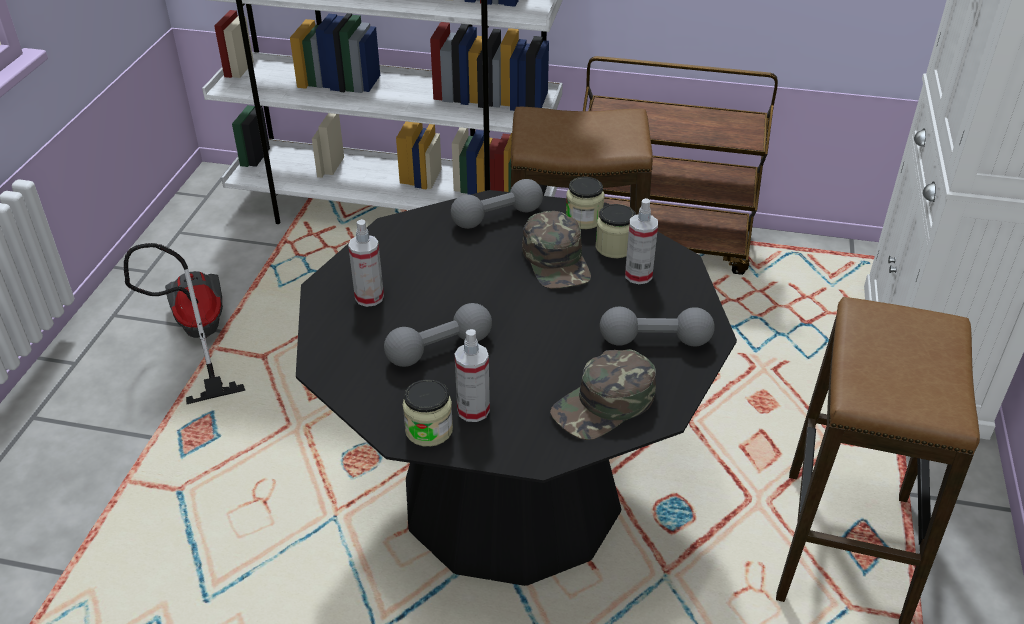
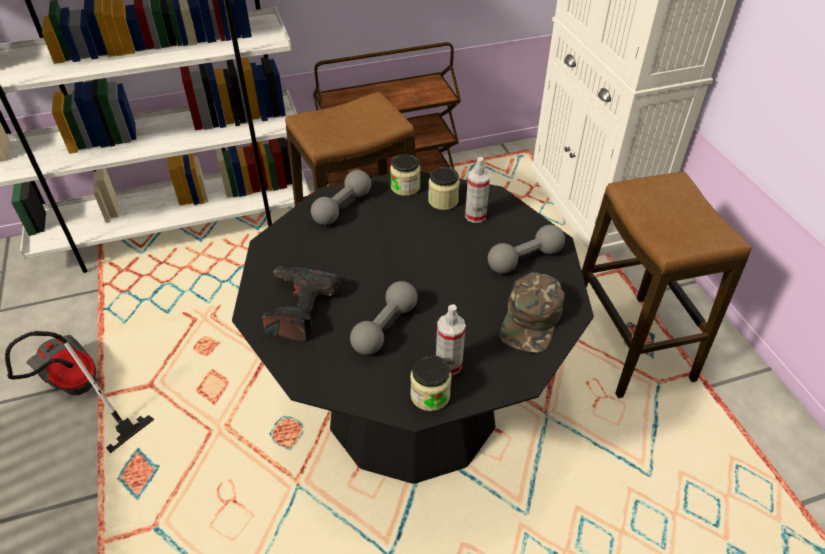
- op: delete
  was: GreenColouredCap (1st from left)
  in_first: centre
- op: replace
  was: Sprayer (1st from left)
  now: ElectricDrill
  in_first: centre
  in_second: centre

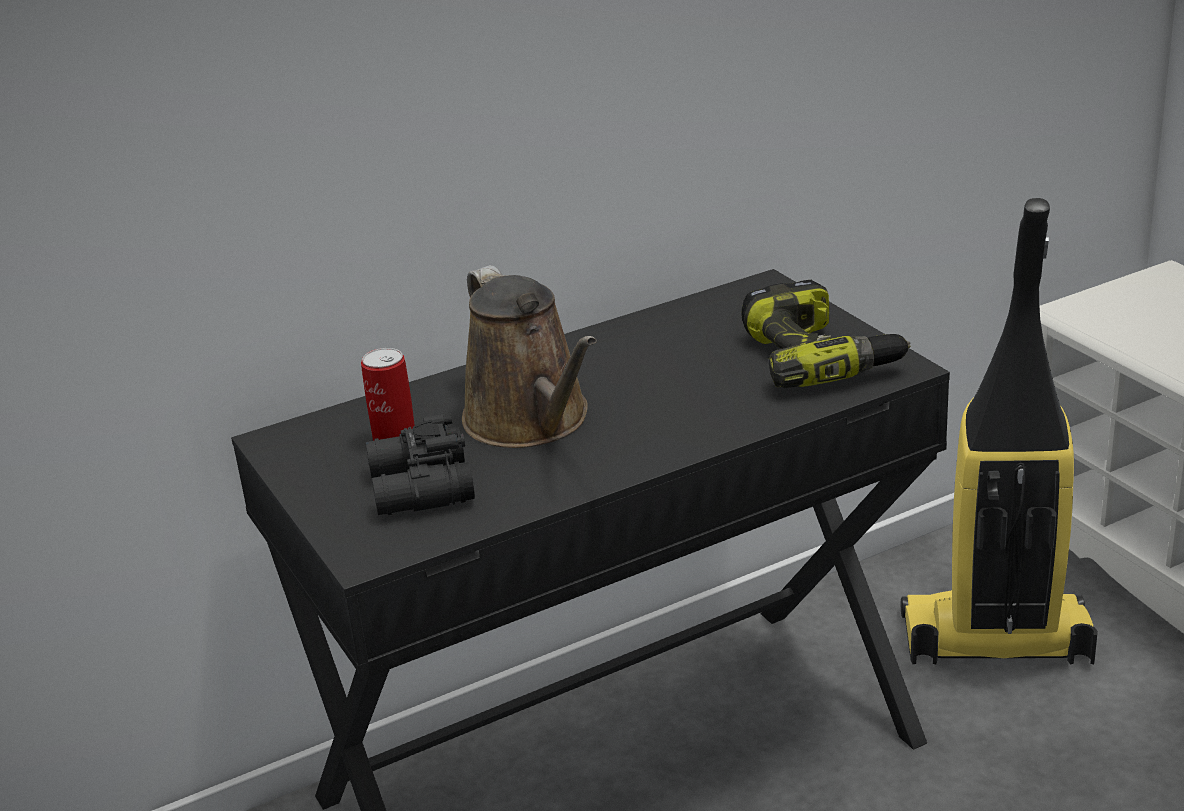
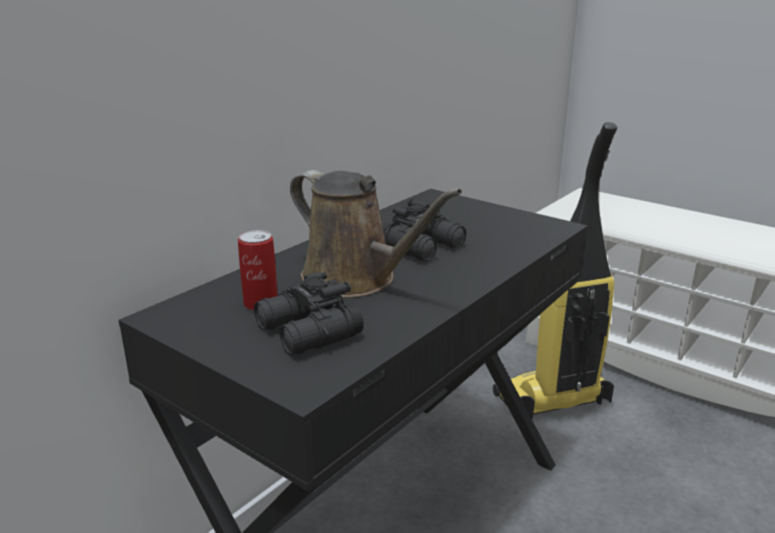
- op: delete
  was: ElectricDrill
  in_first: middle right
- op: insert
  now: BlackBinoculars (2nd from left)
  in_second: centre

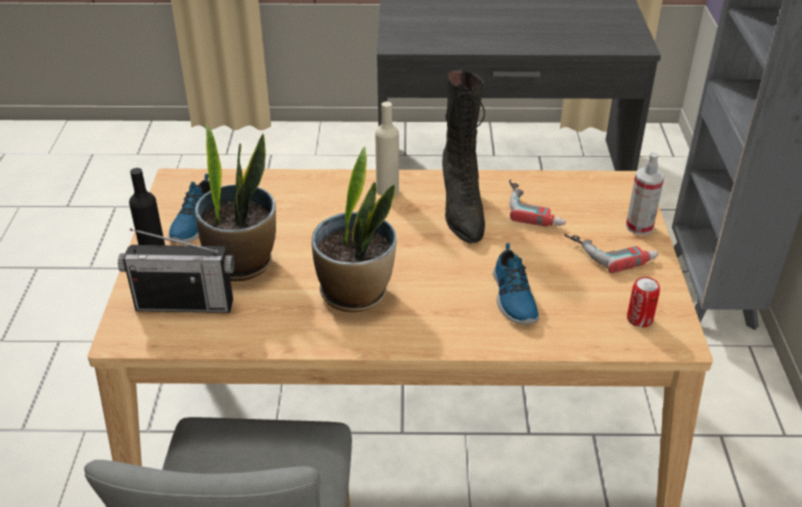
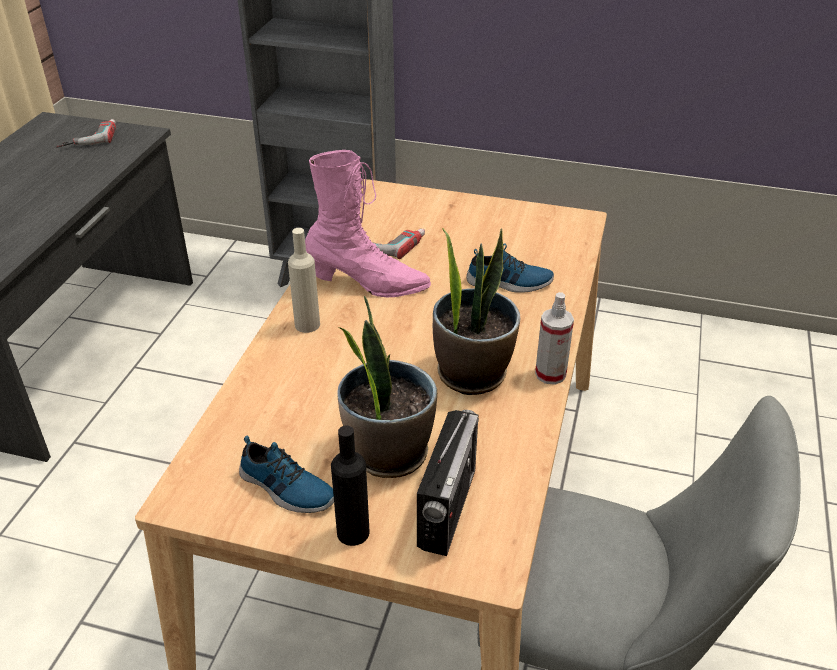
- op: delete
  was: MetalCan
  in_first: middle right
- op: move
  was: ElectricDrill (2nd from left in the first image)
  now: ElectricDrill (1st from left)
  in_first: middle right
  in_second: top left
- op: move
  was: Sprayer
  in_first: middle right
  in_second: centre
- op: recolor
  was: BlackTallBoot
  now: PinkTallBoot
  in_first: top centre
  in_second: top centre

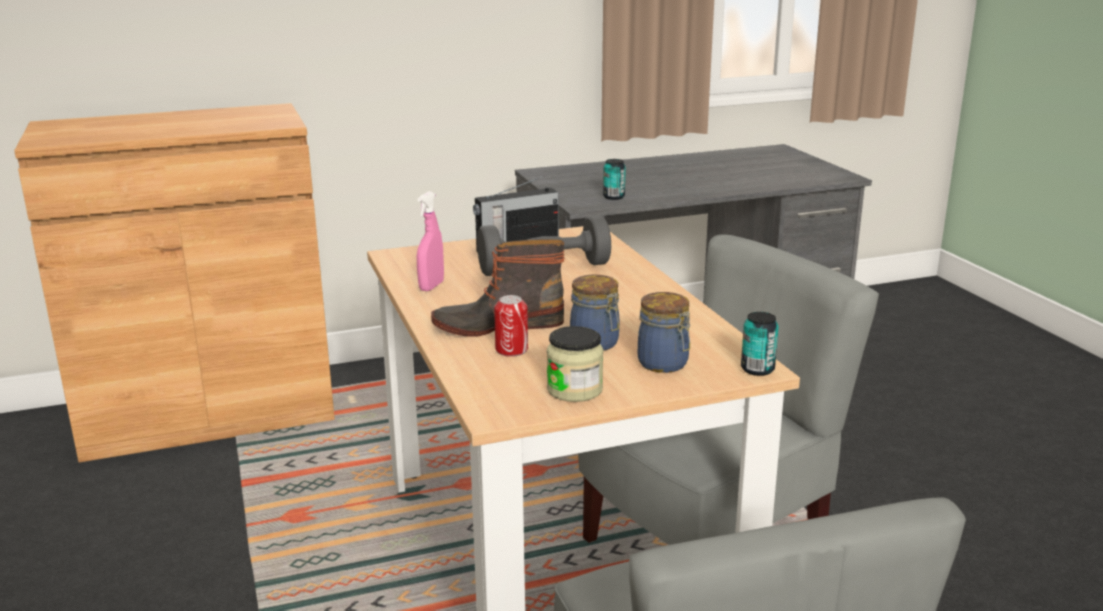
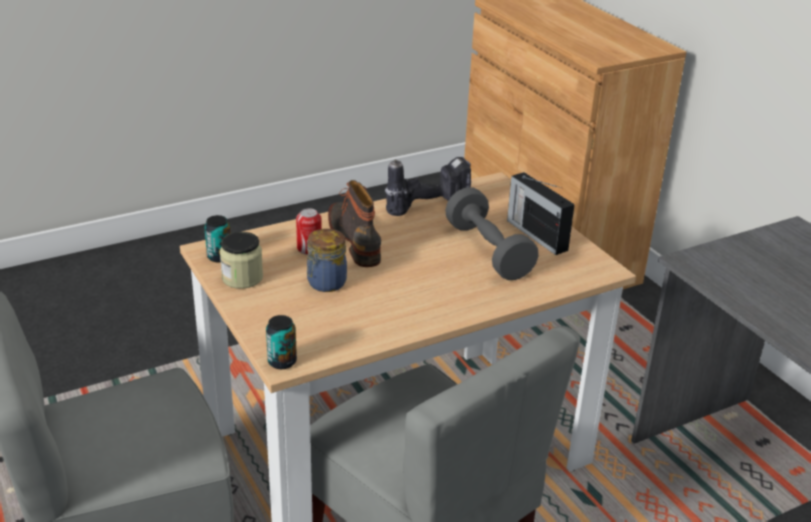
- op: delete
  was: PreserveJar (3rd from left)
  in_first: centre
- op: move
  was: MetalCan (2nd from left in the first image)
  now: MetalCan (1st from left)
  in_first: top centre
  in_second: middle left
- op: replace
  was: PinkSprayer
  now: ElectricDrill
  in_first: centre
  in_second: centre

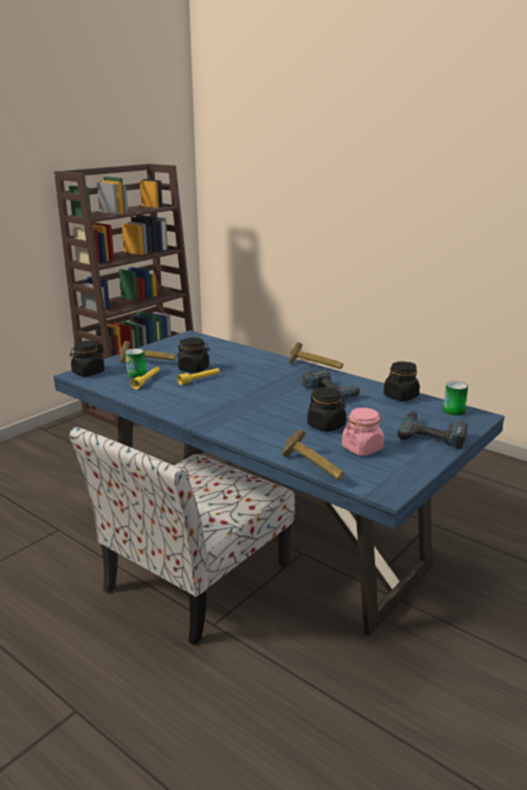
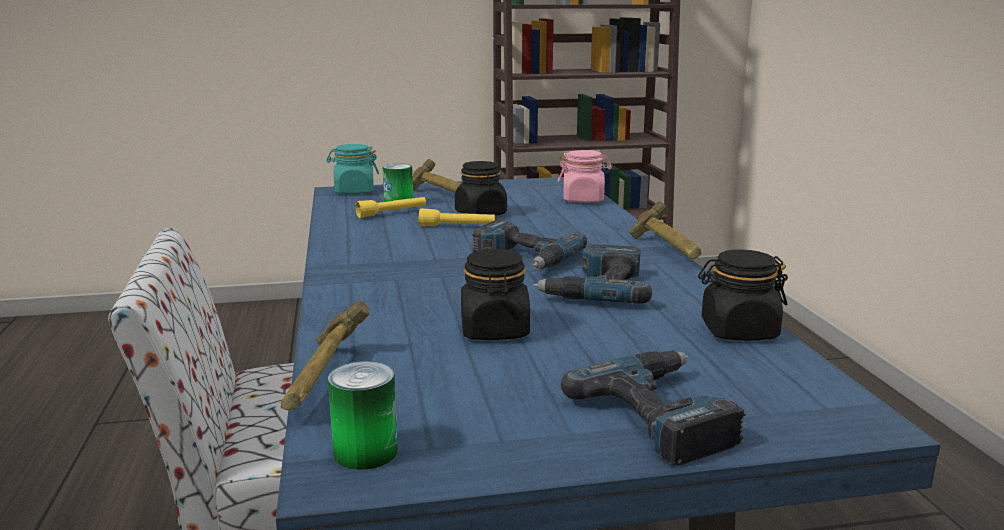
- op: insert
  now: ElectricDrill (1st from left)
  in_second: centre
- op: move
  was: PinkPreserveJar
  in_first: middle right
  in_second: top centre
- op: move
  was: MetalCan (2nd from left in the first image)
  now: MetalCan (1st from left)
  in_first: middle right
  in_second: bottom centre
- op: recolor
  was: BlackPreserveJar (1st from left)
  now: TurquoisePreserveJar
  in_first: middle left
  in_second: top centre

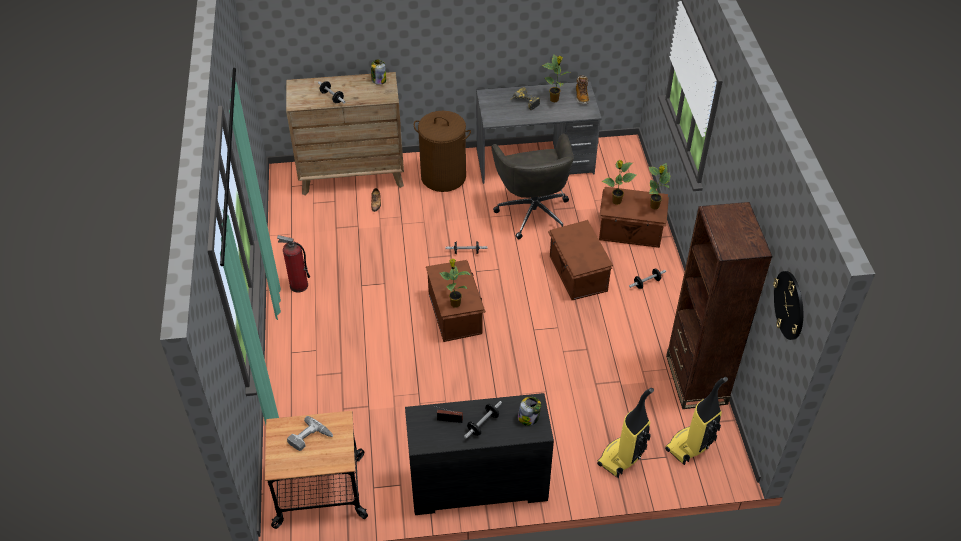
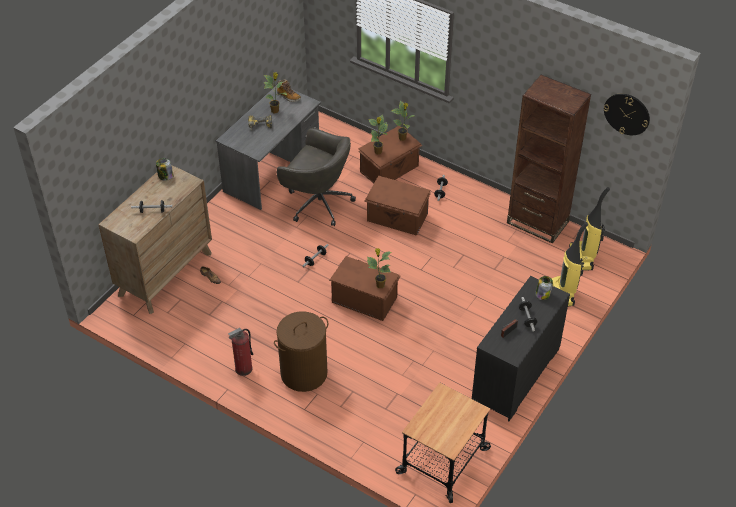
- op: delete
  was: ElectricDrill (1st from left)
  in_first: bottom left
- op: move
  was: BrownWashingBasket
  in_first: top centre
  in_second: bottom centre

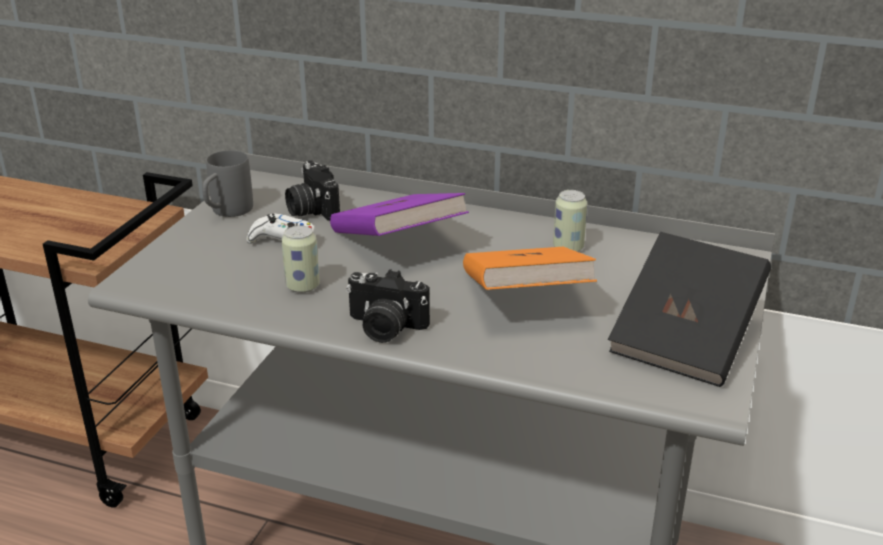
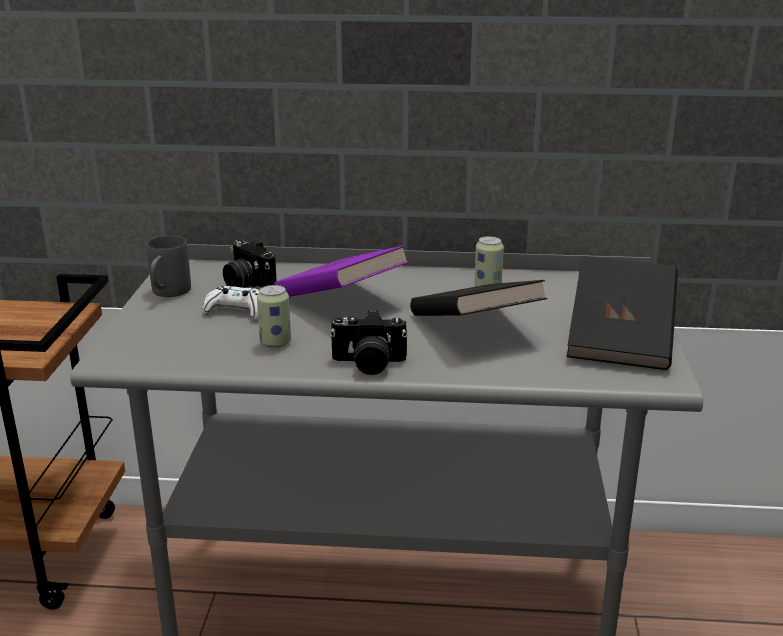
- op: recolor
  was: OrangeColouredBoundBook
  now: BlackBoundBook (1st from left)
  in_first: centre
  in_second: centre

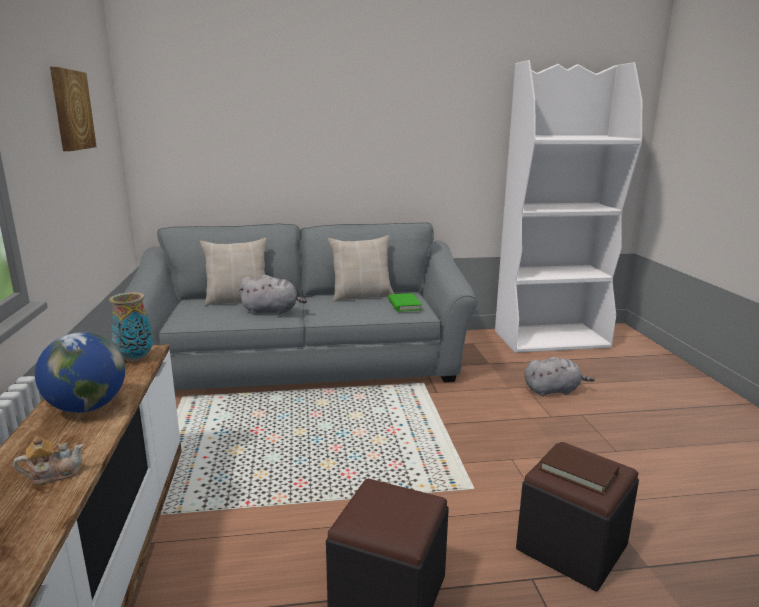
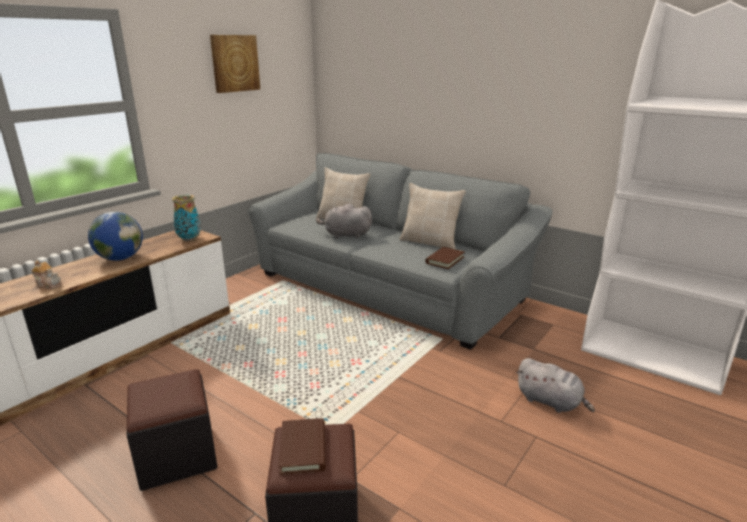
- op: recolor
  was: GreenColouredBoundBook
  now: BrownBoundBook (2nd from left)
  in_first: centre
  in_second: centre
- op: rotate
  was: GreyishCuddlyToy (1st from left)
  in_first: centre
  in_second: centre
  clockwise: 135

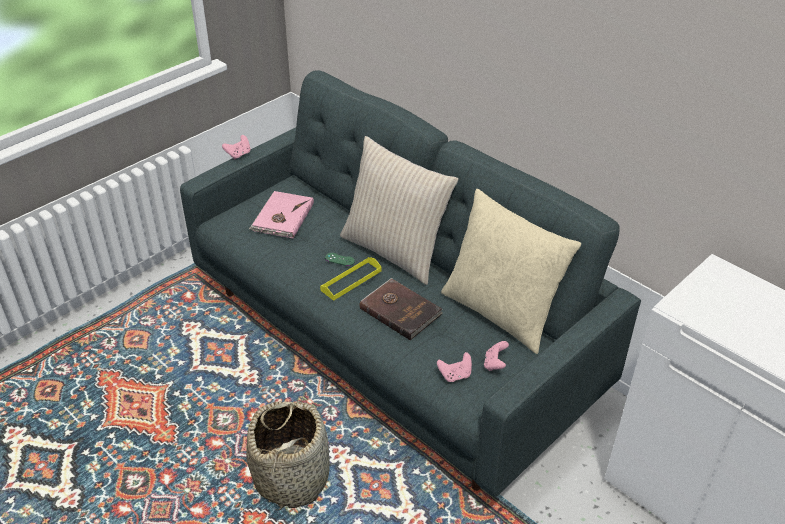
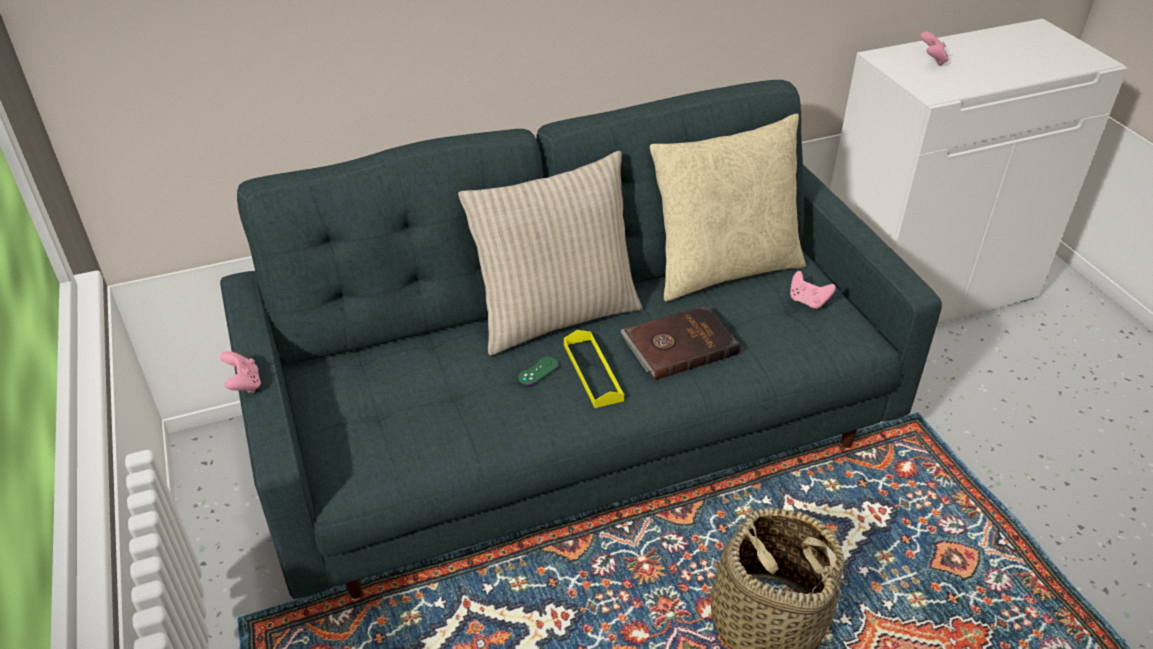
- op: delete
  was: PinkBoundBook
  in_first: centre
- op: move
  was: PinkGameController (2nd from left in the first image)
  now: PinkGameController (3rd from left)
  in_first: bottom centre
  in_second: top right

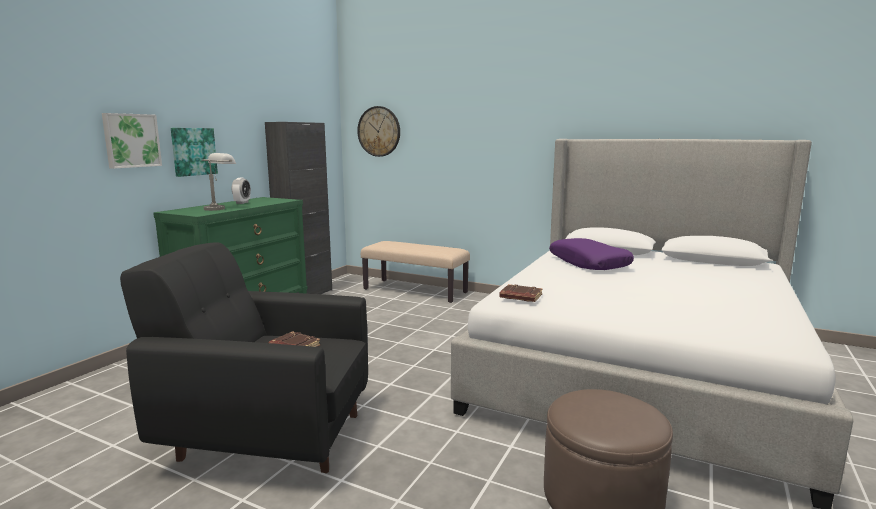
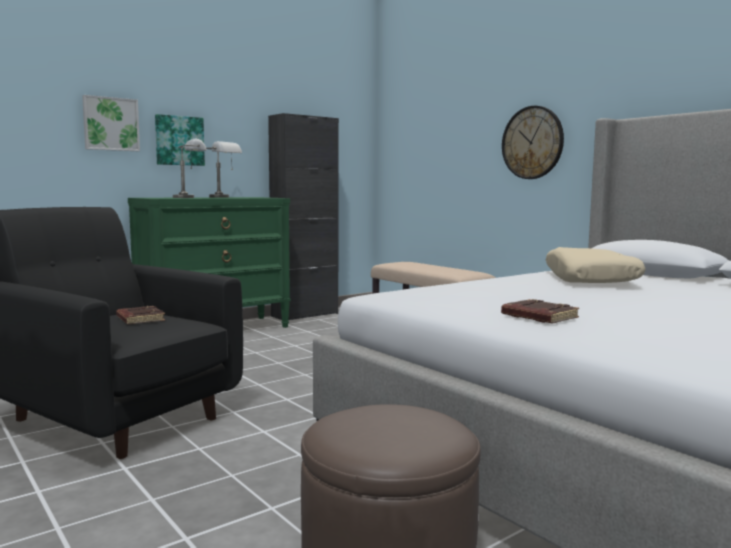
- op: move
  was: HangingClock
  in_first: top centre
  in_second: top right
- op: move
  was: BrownBoundBook (2nd from left)
  in_first: centre
  in_second: middle right
- op: replace
  was: AlarmClock
  now: GreyishTabletopLamp (2nd from left)
  in_first: middle left
  in_second: top left
- op: recolor
  was: PurplishCushion
  now: BeigeCushion
  in_first: middle right
  in_second: middle right

